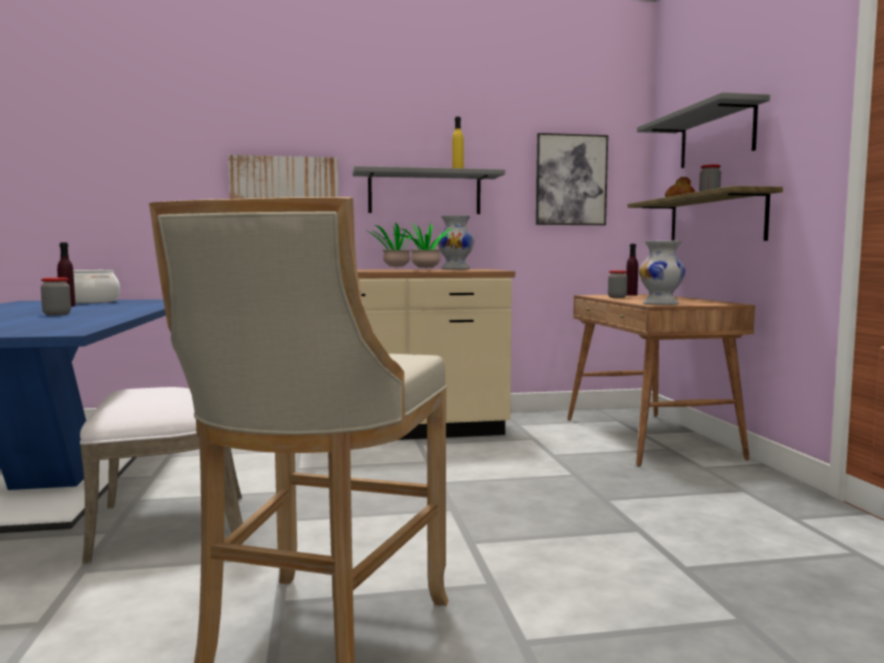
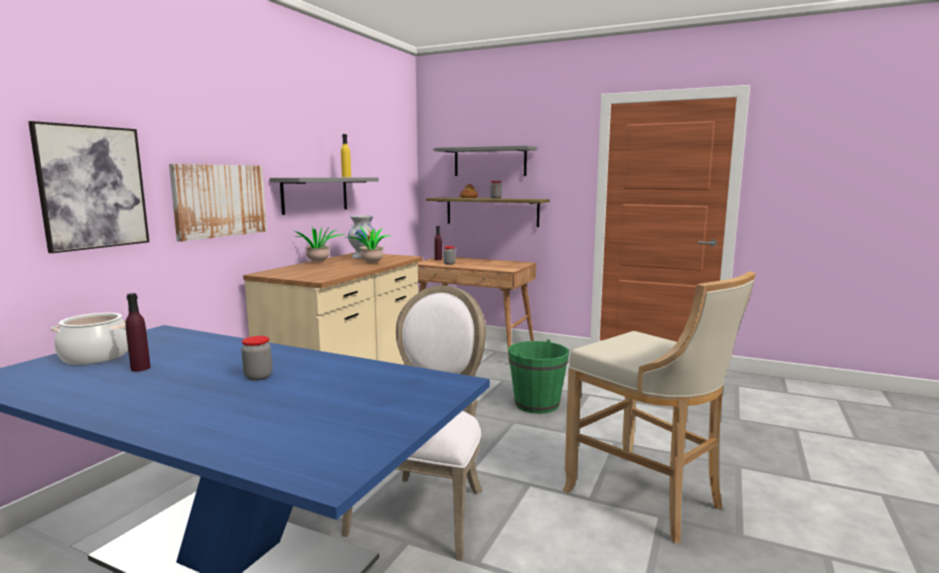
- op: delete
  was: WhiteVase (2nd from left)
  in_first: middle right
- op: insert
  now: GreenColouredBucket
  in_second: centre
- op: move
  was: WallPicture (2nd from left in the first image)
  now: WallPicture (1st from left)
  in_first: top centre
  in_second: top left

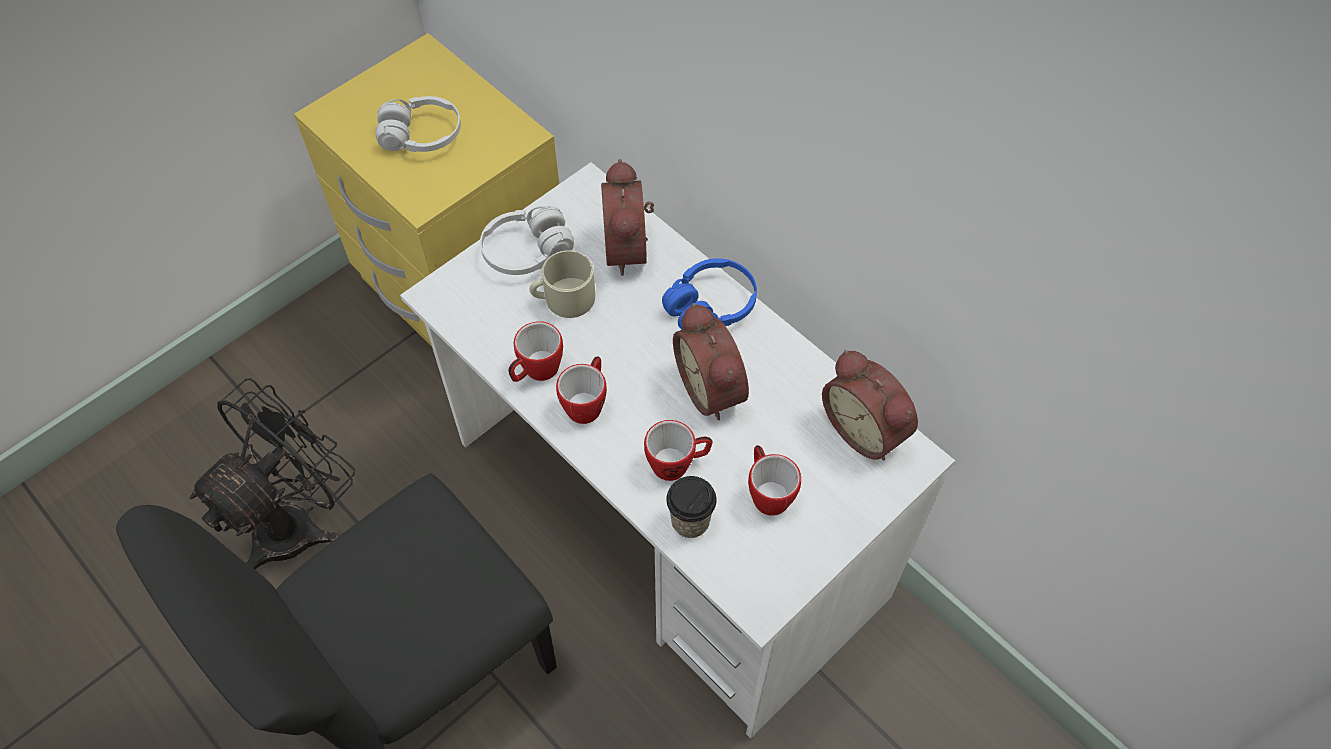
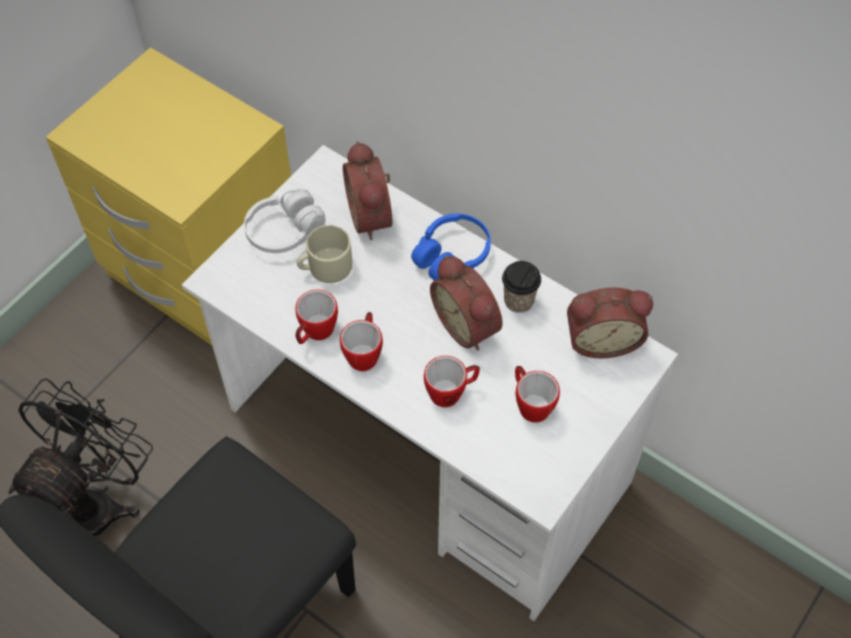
- op: delete
  was: WhiteHeadphones (1st from left)
  in_first: top left
- op: move
  was: DrinkingCup
  in_first: bottom centre
  in_second: centre
- op: rotate
  was: AlarmClock (3rd from left)
  in_first: centre
  in_second: middle right
  clockwise: -45

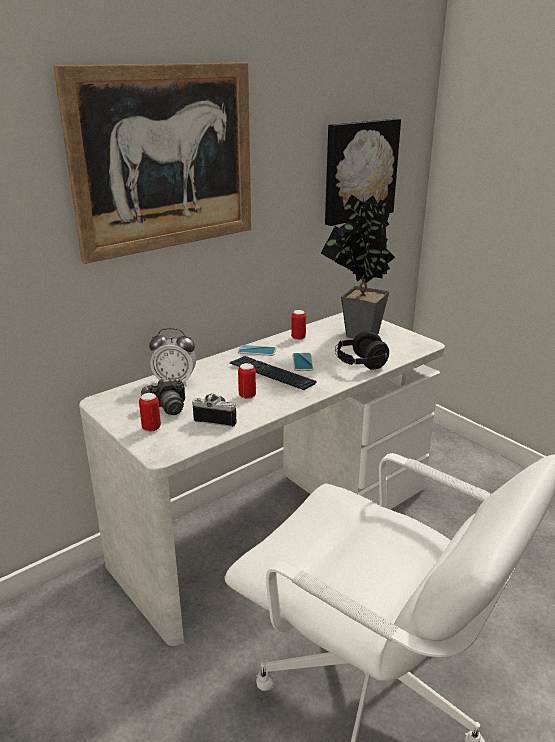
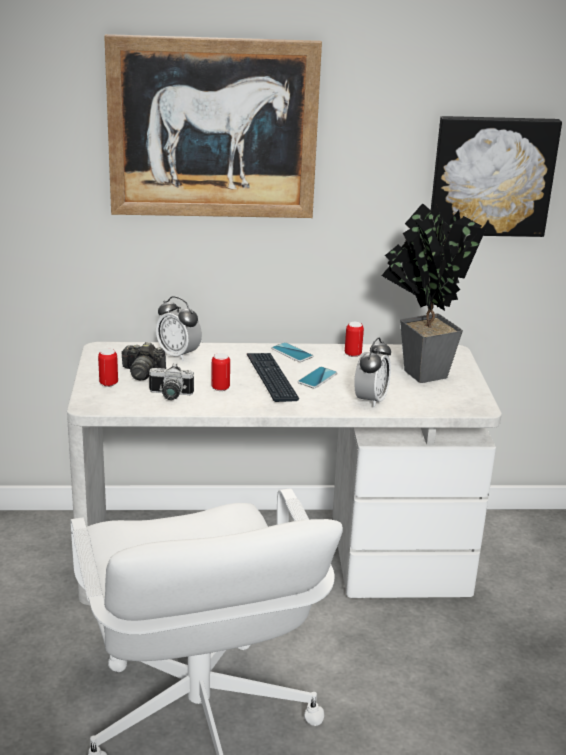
- op: replace
  was: BlackHeadphones
  now: AlarmClock (2nd from left)
  in_first: centre
  in_second: centre
- op: rotate
  was: PhotoCamera (2nd from left)
  in_first: centre
  in_second: middle left
  clockwise: 135

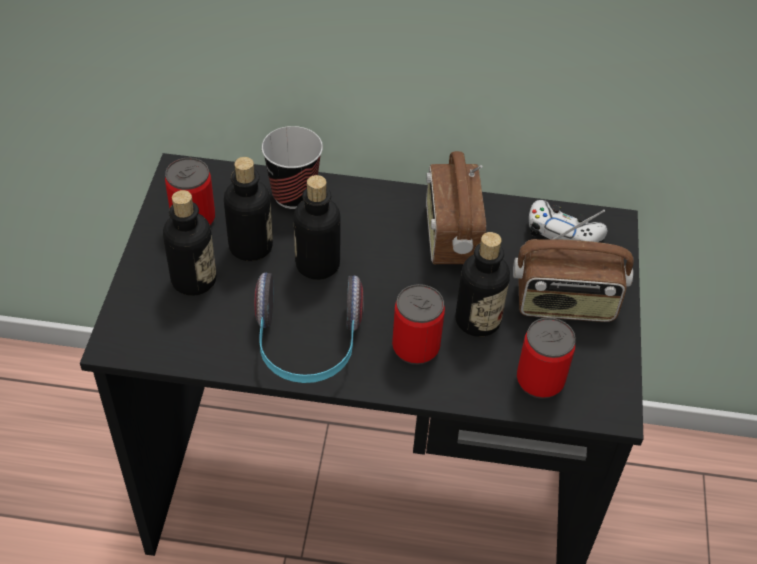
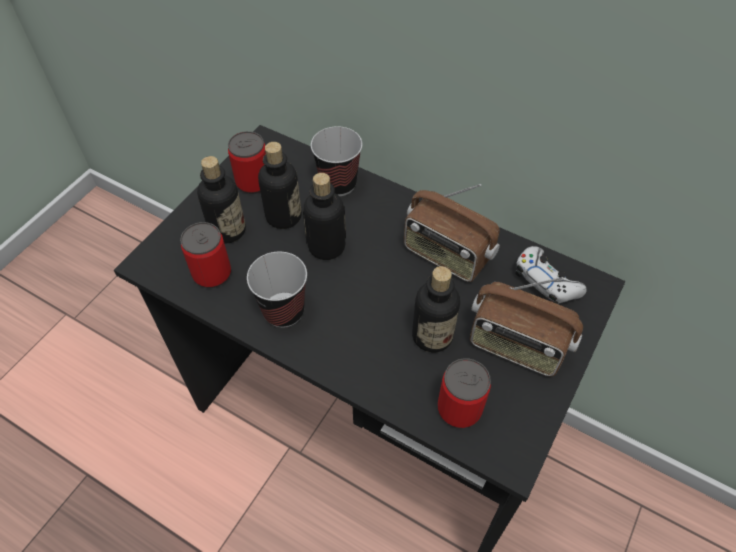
- op: move
  was: MetalCan (2nd from left in the first image)
  now: MetalCan (1st from left)
  in_first: centre
  in_second: middle left
- op: replace
  was: Headphones
  now: DrinkingCup (1st from left)
  in_first: centre
  in_second: centre
- op: rotate
  was: RadioReceiver (1st from left)
  in_first: centre
  in_second: centre
  clockwise: -75

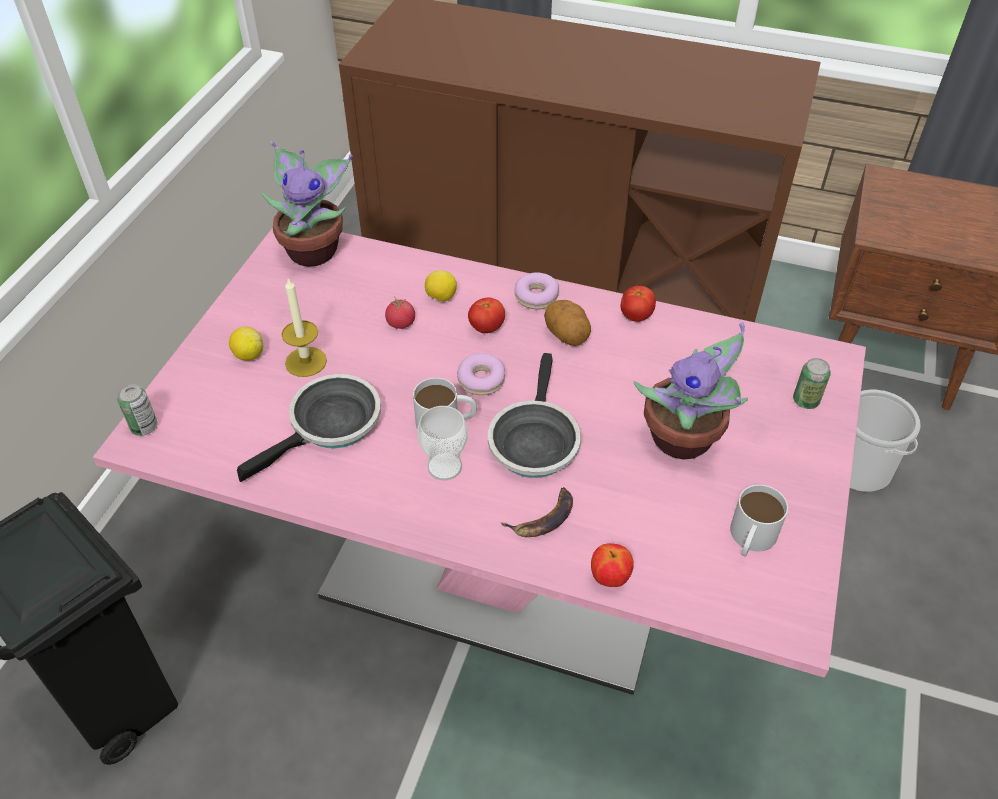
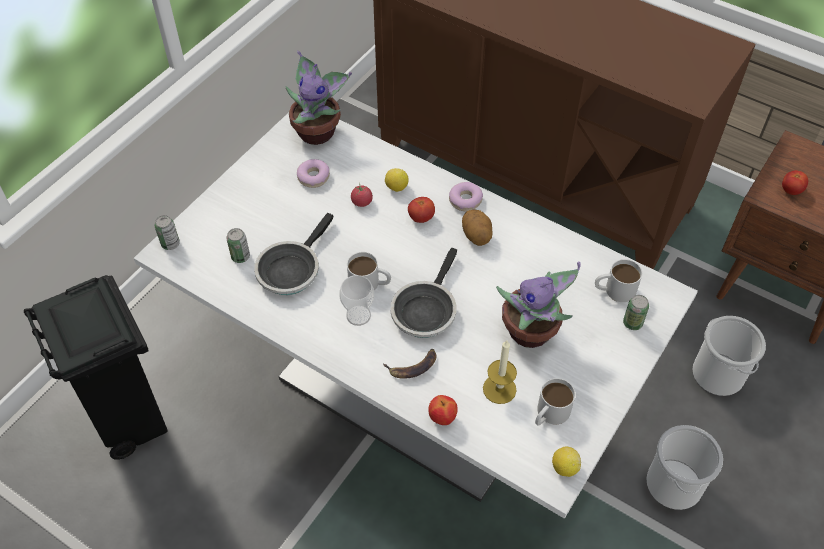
- op: insert
  now: MetalCan (2nd from left)
  in_second: middle left
- op: insert
  now: WhiteTeaMug (3rd from left)
  in_second: middle right
- op: insert
  now: Bucket (1st from left)
  in_second: bottom right
- op: move
  was: Lemon (1st from left in the first image)
  now: Lemon (2nd from left)
  in_first: middle left
  in_second: bottom right
- op: move
  was: WaxCandle
  in_first: middle left
  in_second: bottom centre
- op: move
  was: RingDoughnut (1st from left)
  in_first: centre
  in_second: top centre
- op: move
  was: Tomato (3rd from left)
  in_first: centre
  in_second: top right
- op: recolor
  was: PinkKitchenTable
  now: WhiteKitchenTable
  in_first: centre
  in_second: centre
- op: rotate
  was: Pan (1st from left)
  in_first: middle left
  in_second: centre
  clockwise: 150

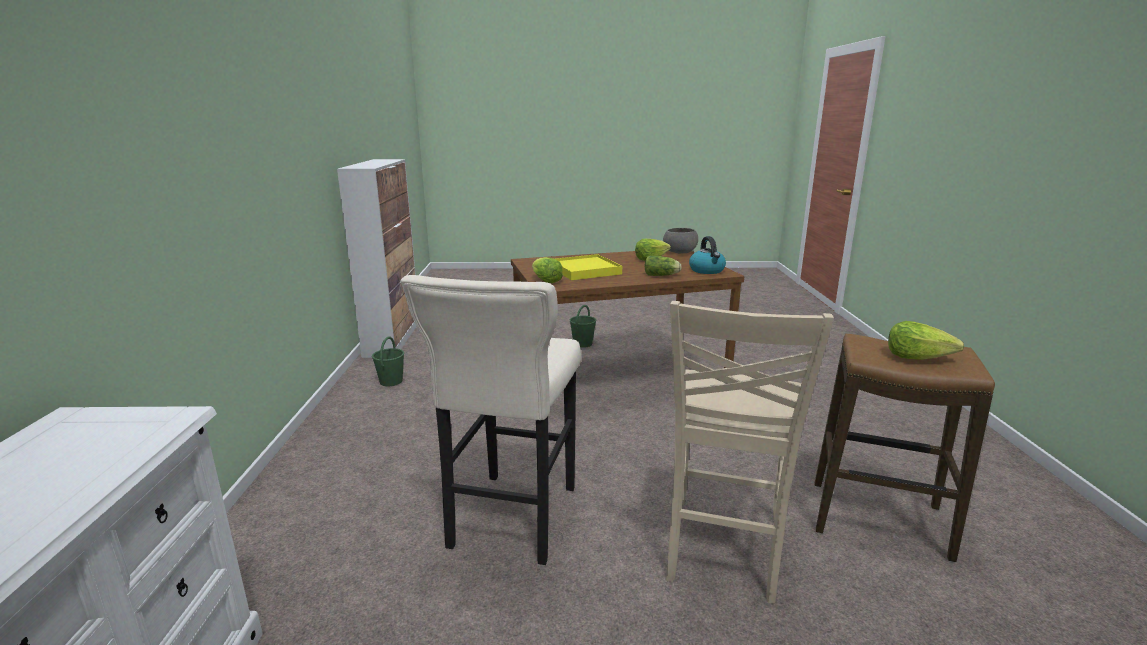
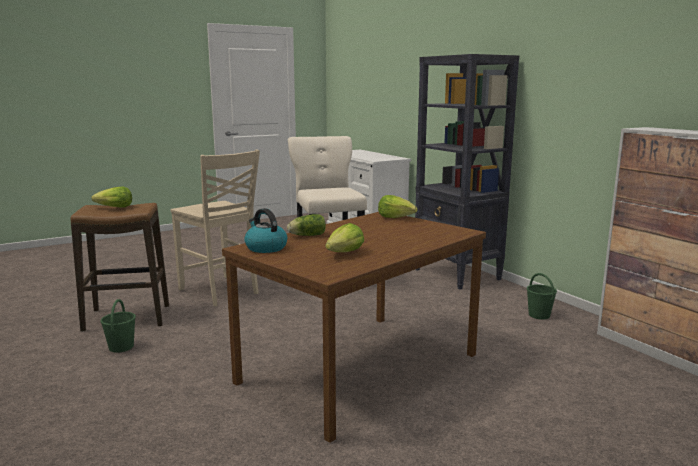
- op: delete
  was: YellowishTray
  in_first: centre
- op: delete
  was: GreyishDeepDish
  in_first: centre
- op: insert
  now: BlackBookshelf
  in_second: middle right
- op: move
  was: GreenColouredBucket (2nd from left in the first image)
  now: GreenColouredBucket (1st from left)
  in_first: centre
  in_second: bottom left
- op: rotate
  was: BeigePlainChair
  in_first: bottom centre
  in_second: middle left
  clockwise: 150

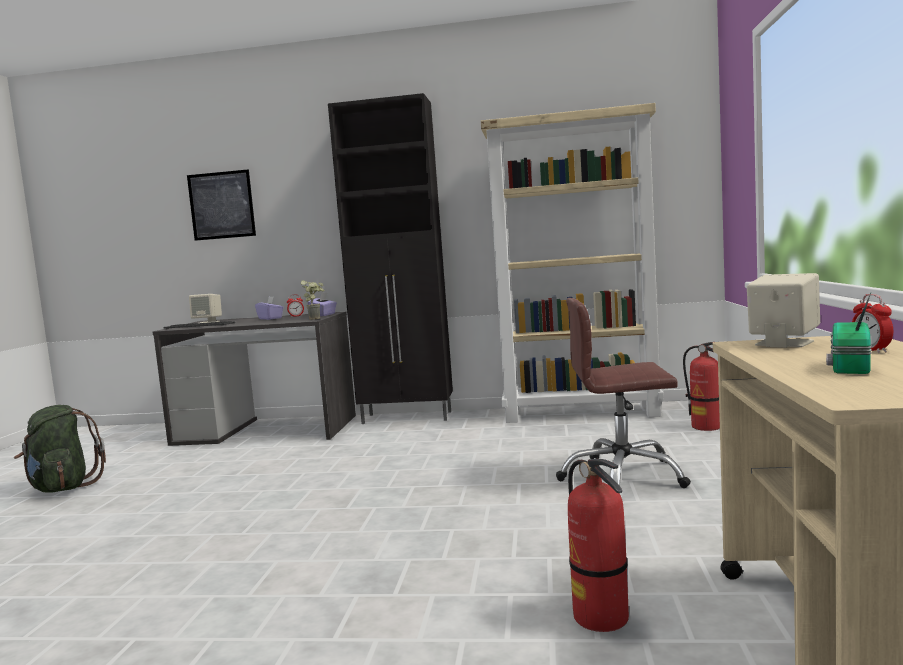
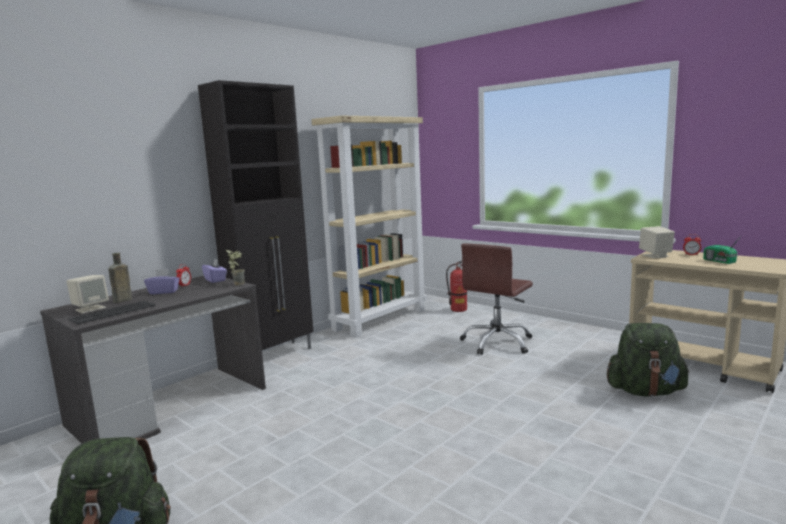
- op: delete
  was: WallPicture
  in_first: top left
- op: insert
  now: BrownDrinkBottle
  in_second: middle left
- op: replace
  was: Extinguisher (1st from left)
  now: GreenColouredBackpack (2nd from left)
  in_first: bottom centre
  in_second: bottom right

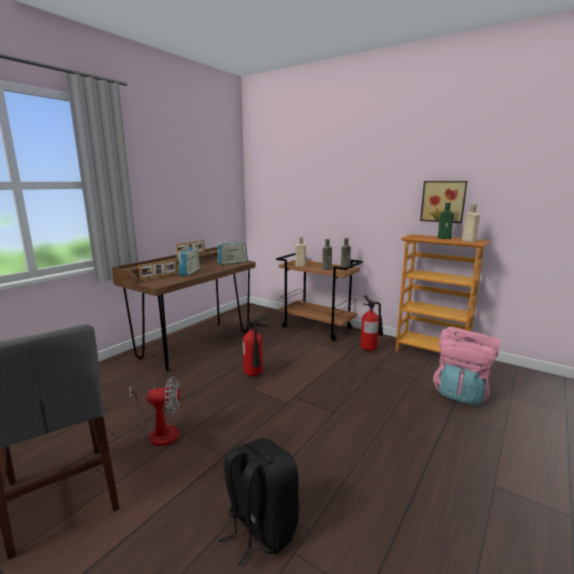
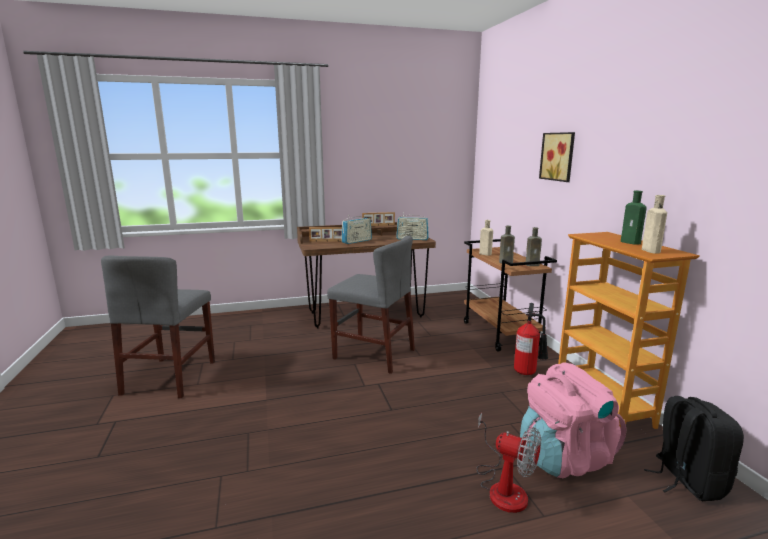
- op: move
  was: CoolingFan
  in_first: bottom left
  in_second: bottom centre
- op: move
  was: BlackBackpack
  in_first: bottom centre
  in_second: bottom right
- op: move
  was: WallPicture
  in_first: middle right
  in_second: top right
- op: replace
  was: Extinguisher (1st from left)
  now: GreyishPlainChair (2nd from left)
  in_first: centre
  in_second: centre

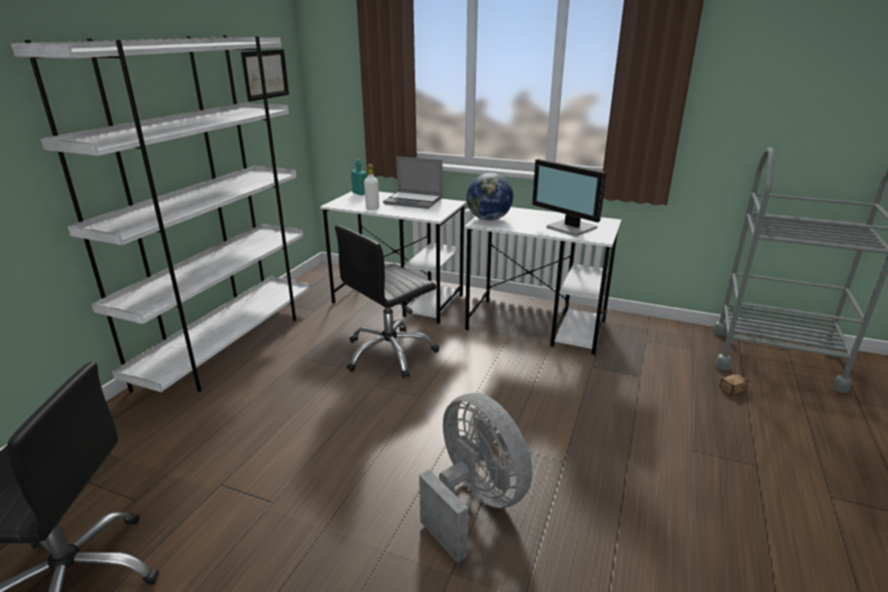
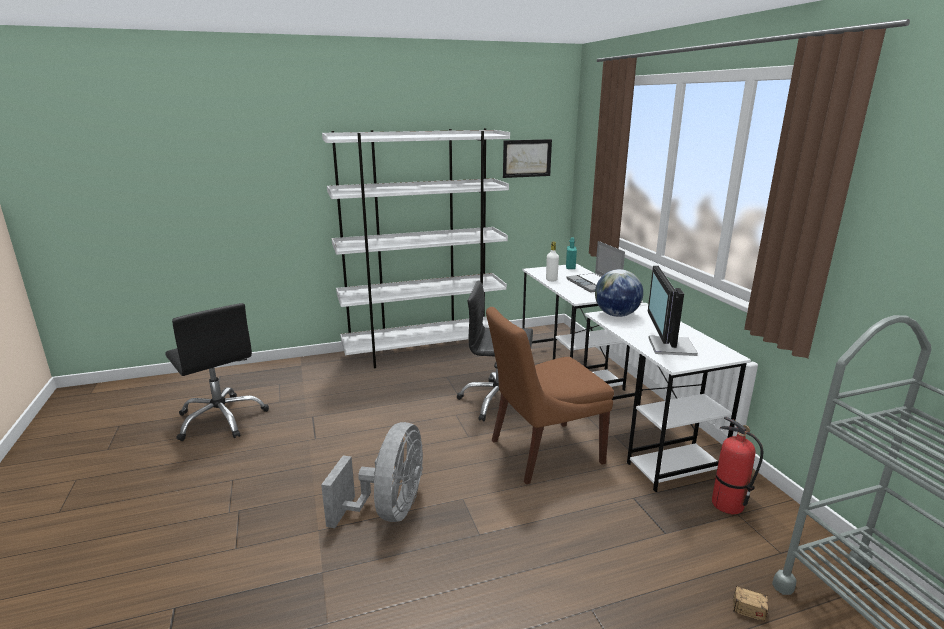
- op: insert
  now: BrownPlainChair
  in_second: centre
- op: insert
  now: Extinguisher
  in_second: bottom right

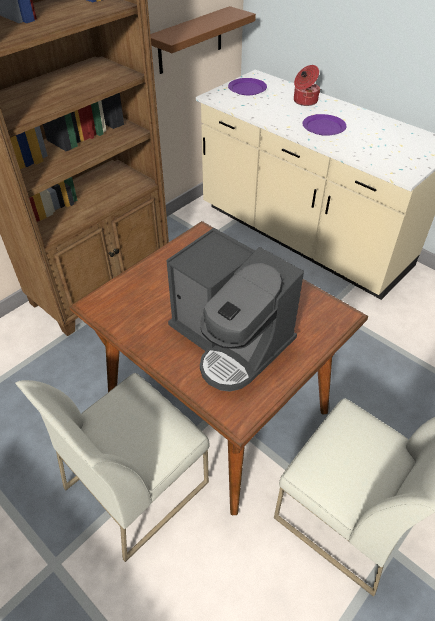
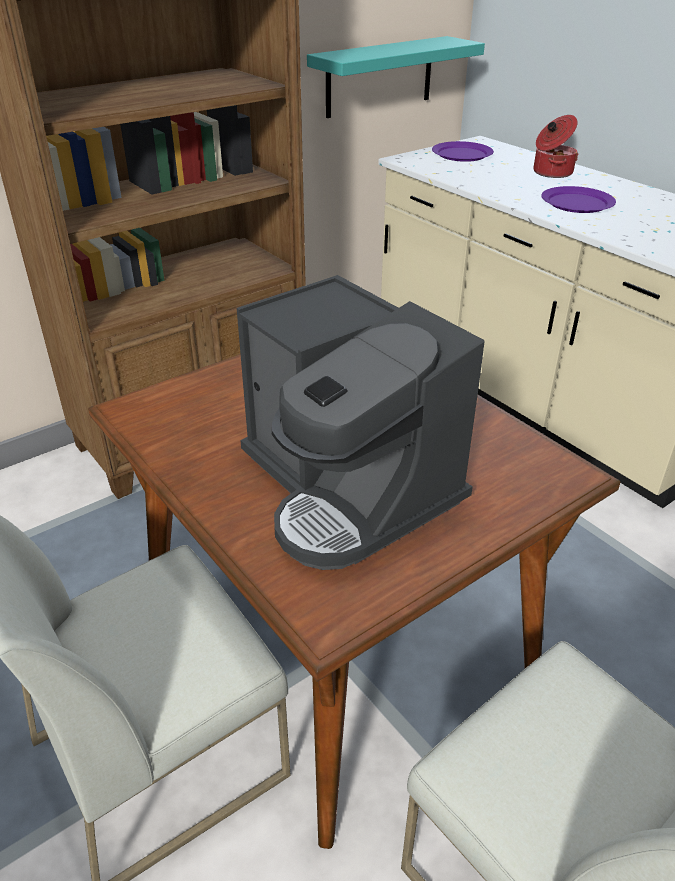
- op: recolor
  was: BrownWallShelf
  now: TurquoiseWallShelf
  in_first: top centre
  in_second: top centre

